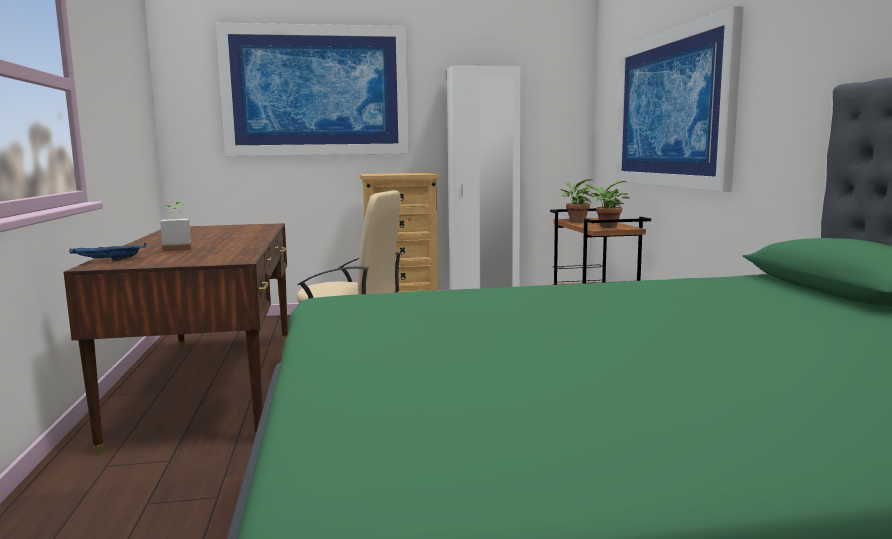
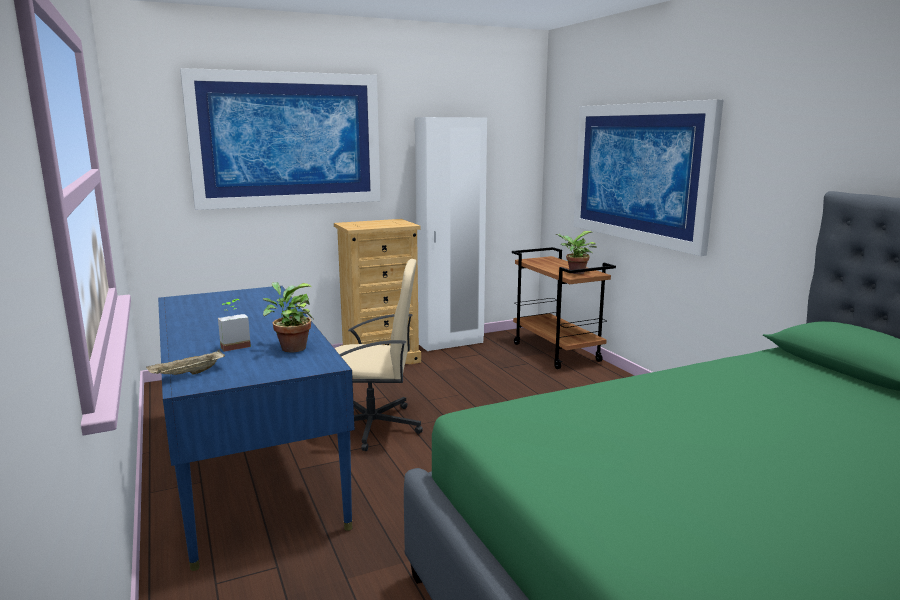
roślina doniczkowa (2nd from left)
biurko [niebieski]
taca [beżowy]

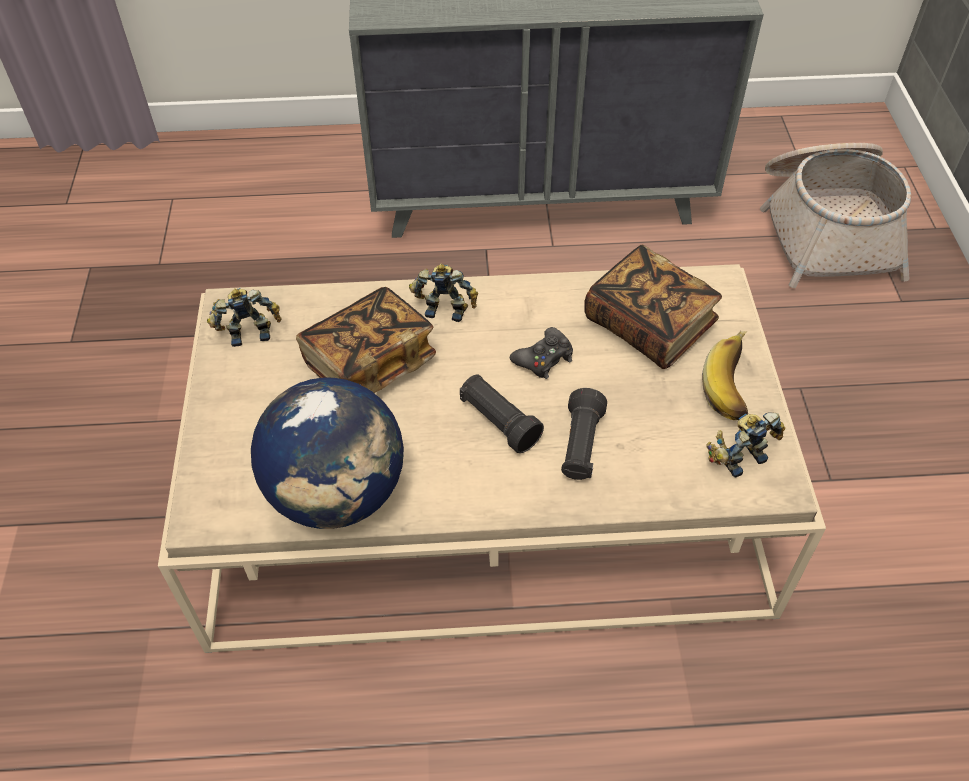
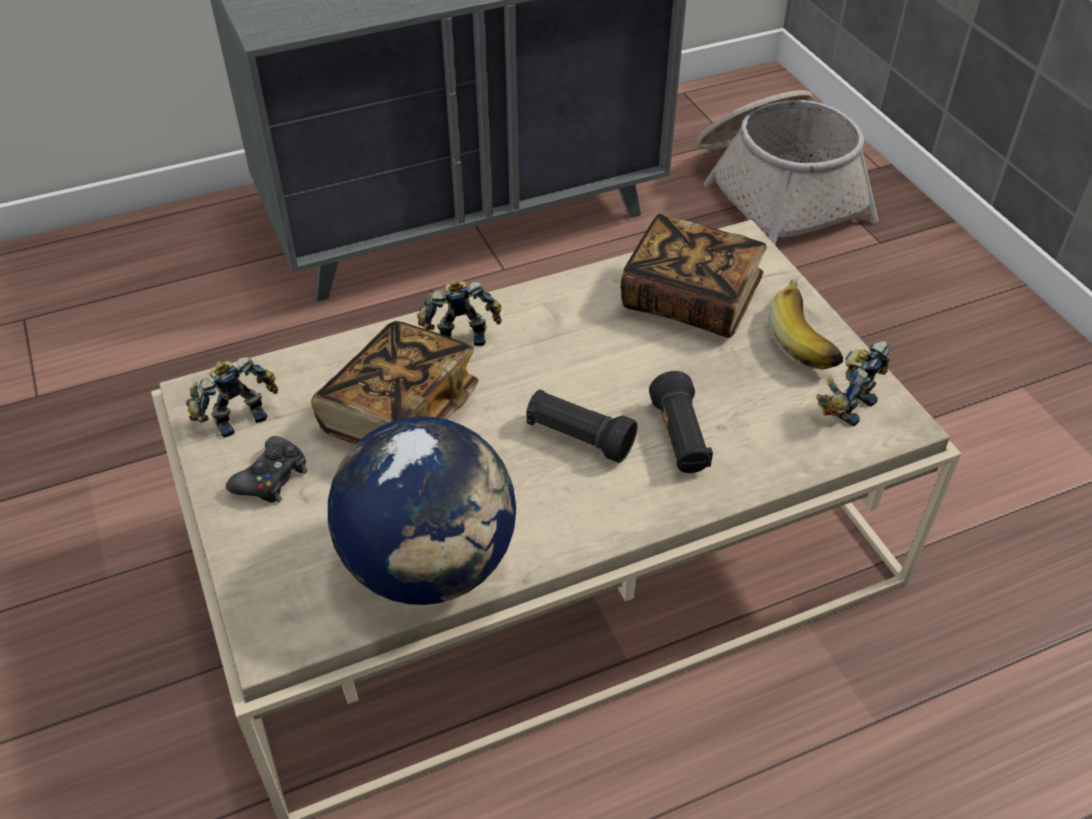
pad do gier [czarny]

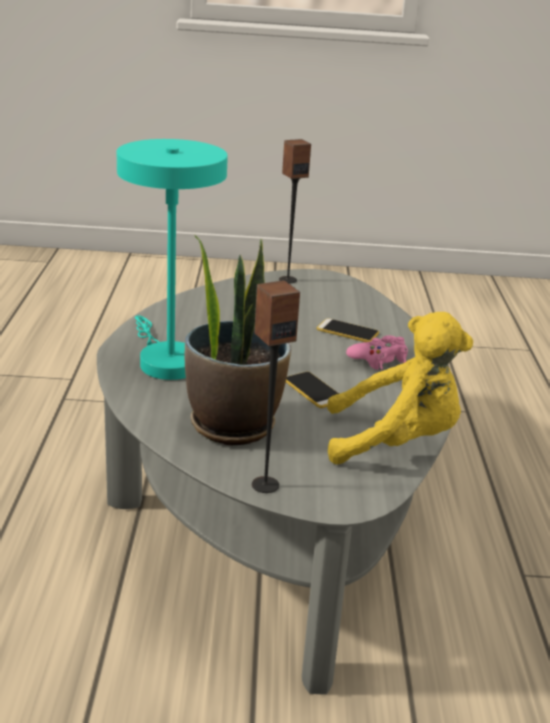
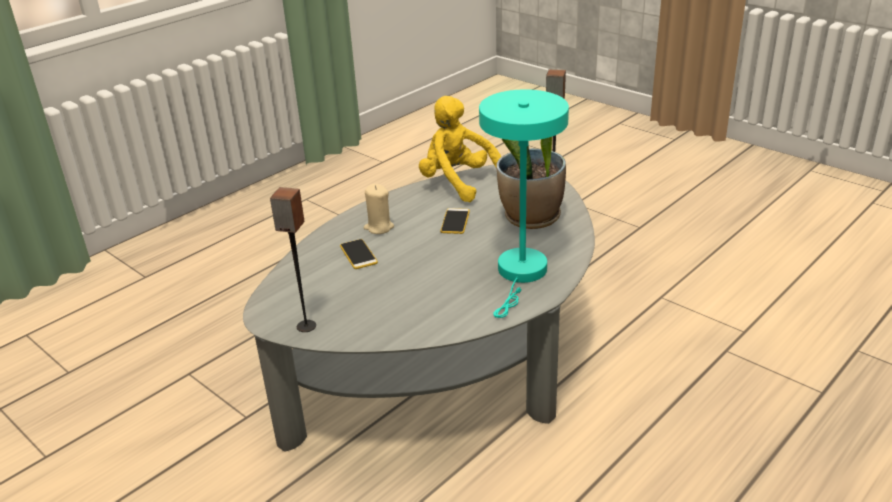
świeca [beżowy]

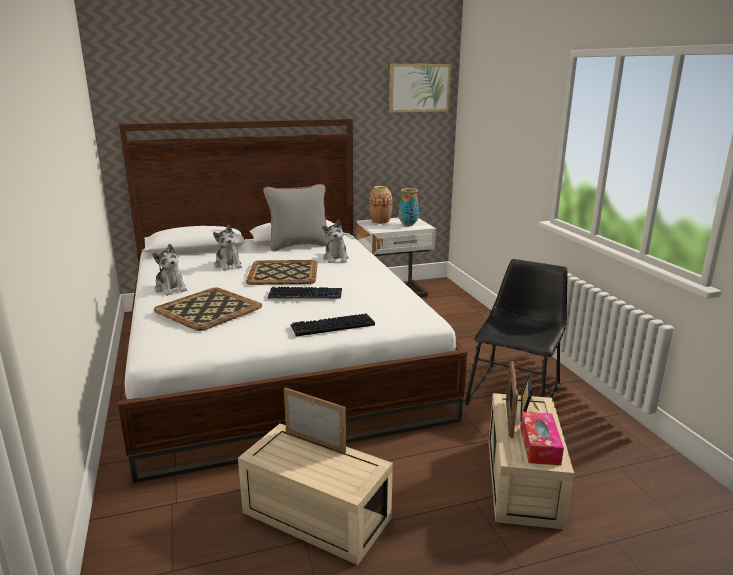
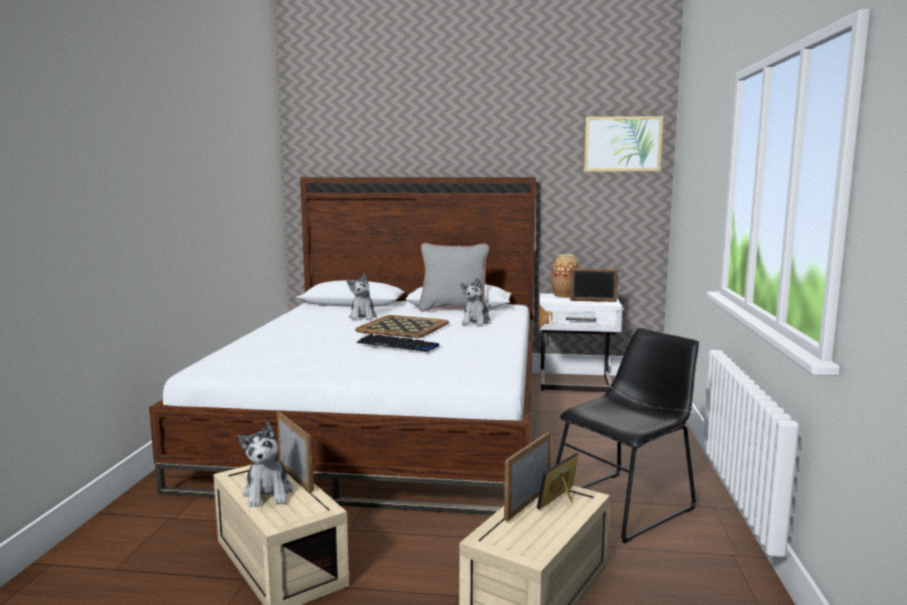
ramka na zdjęcie (4th from left)
pluszak (1st from left)
taca (1st from left in the first image)
klawiatura (2nd from left in the first image)
pudełko chusteczek

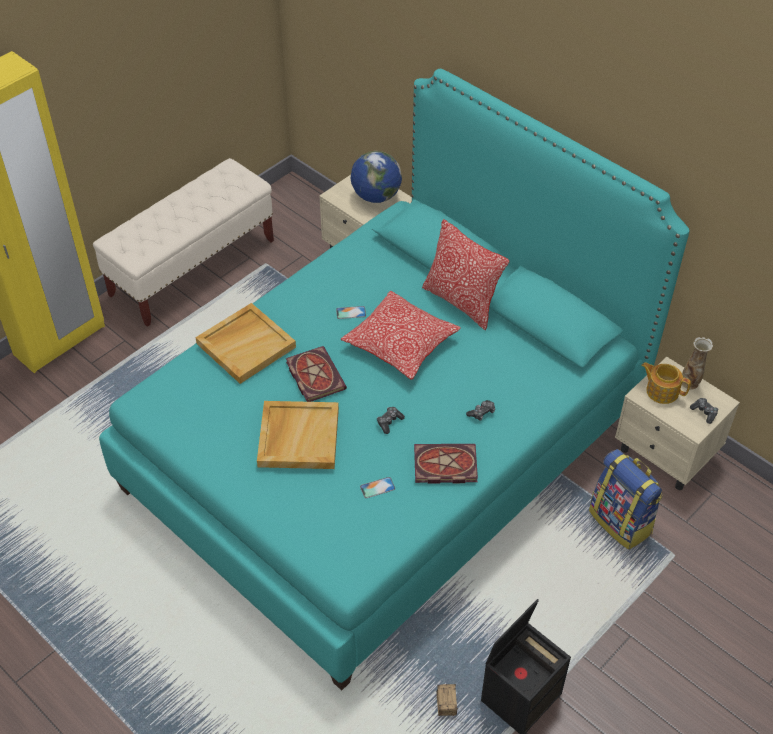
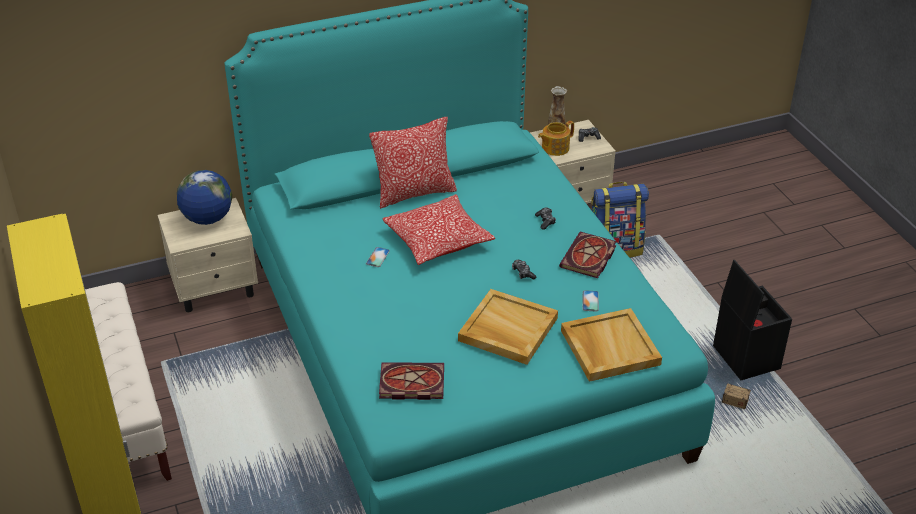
taca [beżowy] (2nd from left)
książka (1st from left)

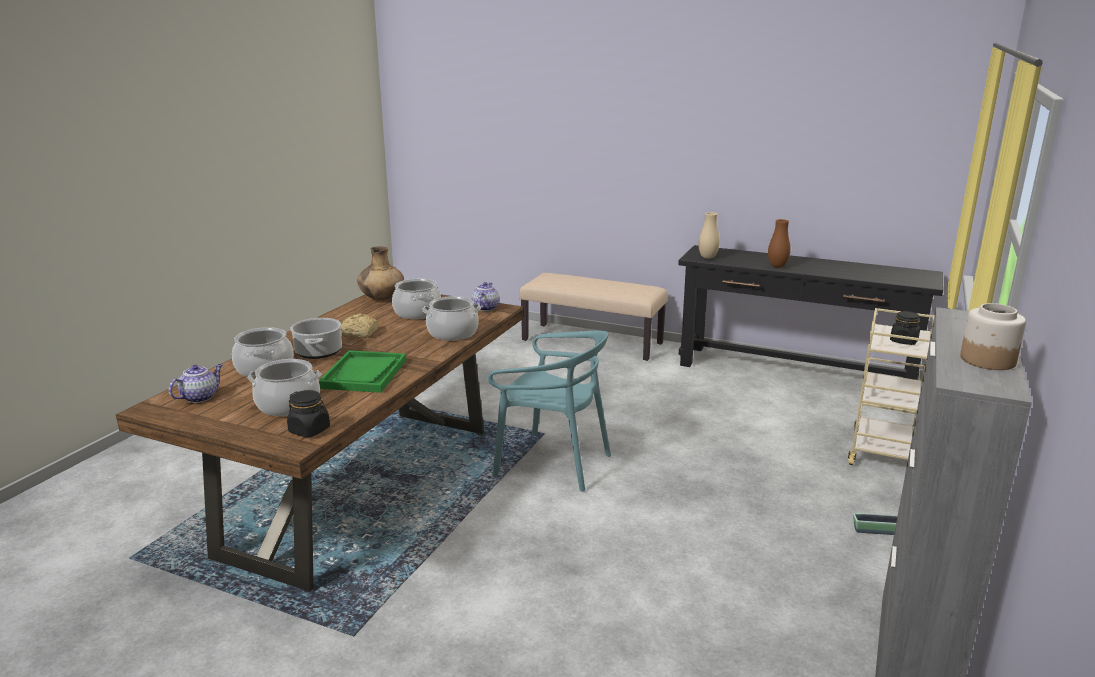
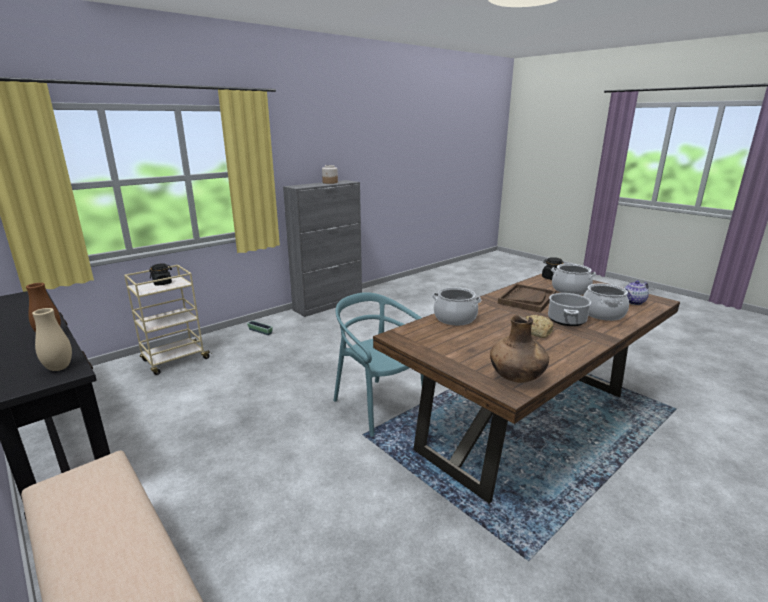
garnek (4th from left in the first image)
imbryk (2nd from left in the first image)
taca [brązowy]

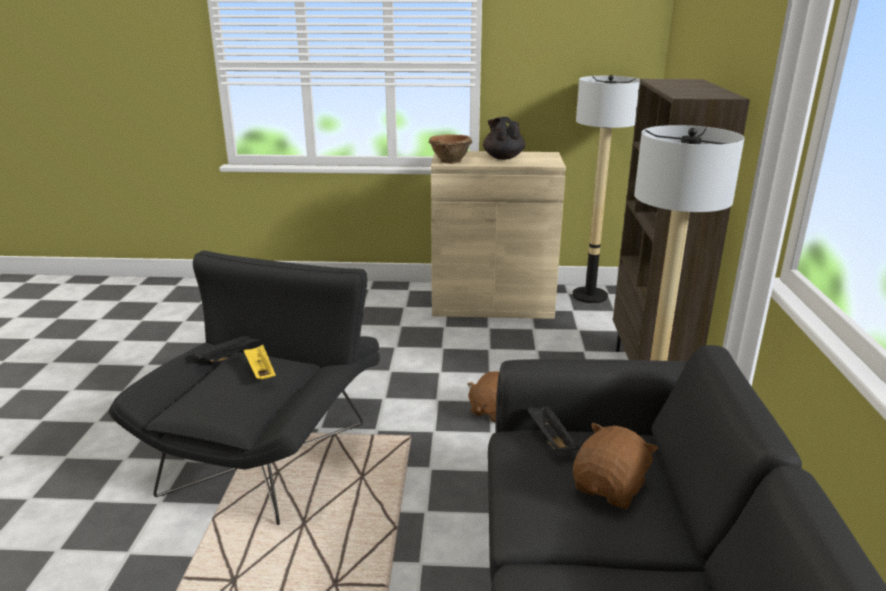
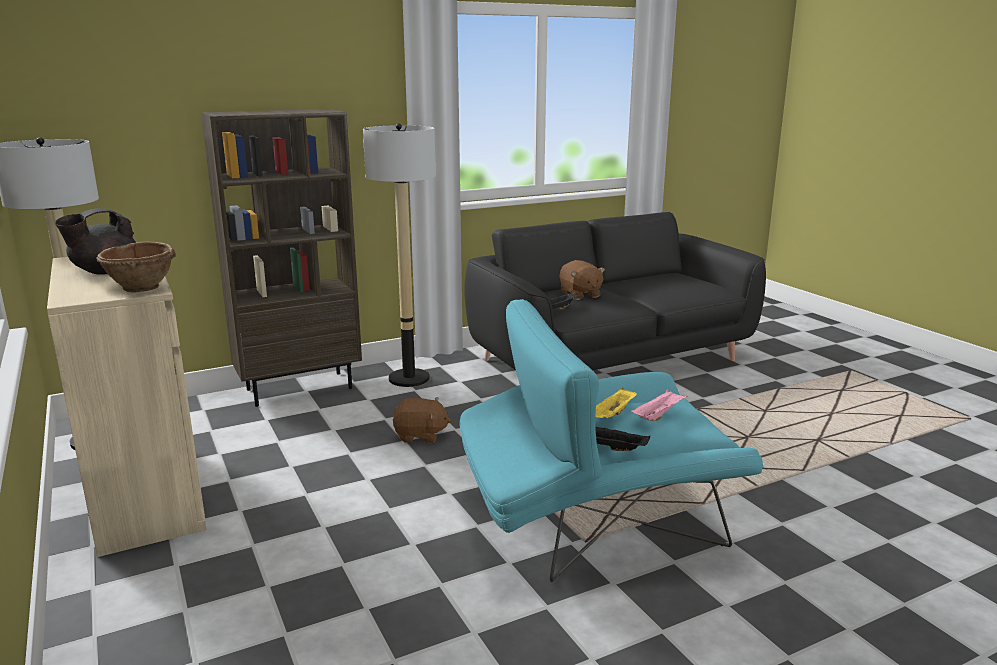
fotel [turkusowy]
pluszak [brązowy] (2nd from left)
taca [różowy]

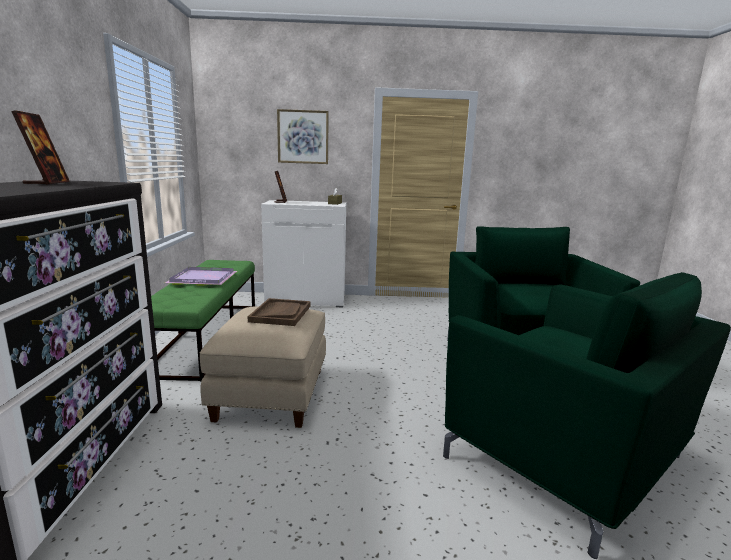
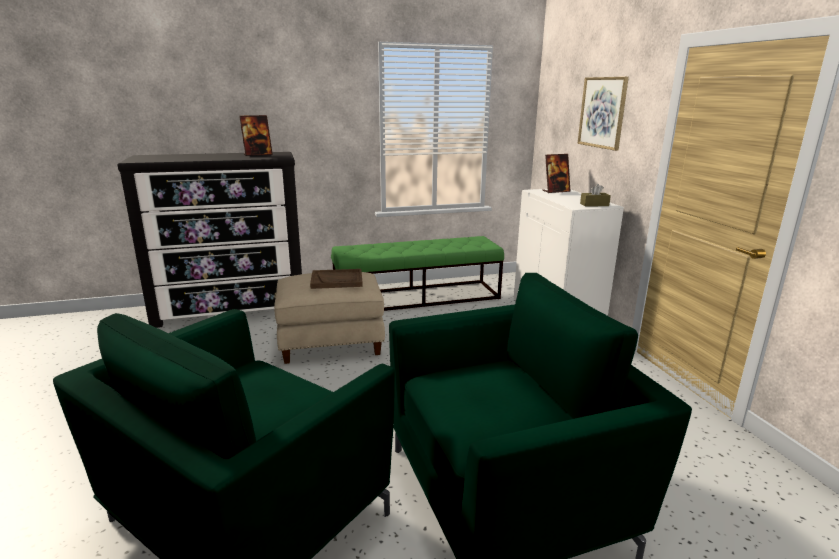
taca [fioletowy]

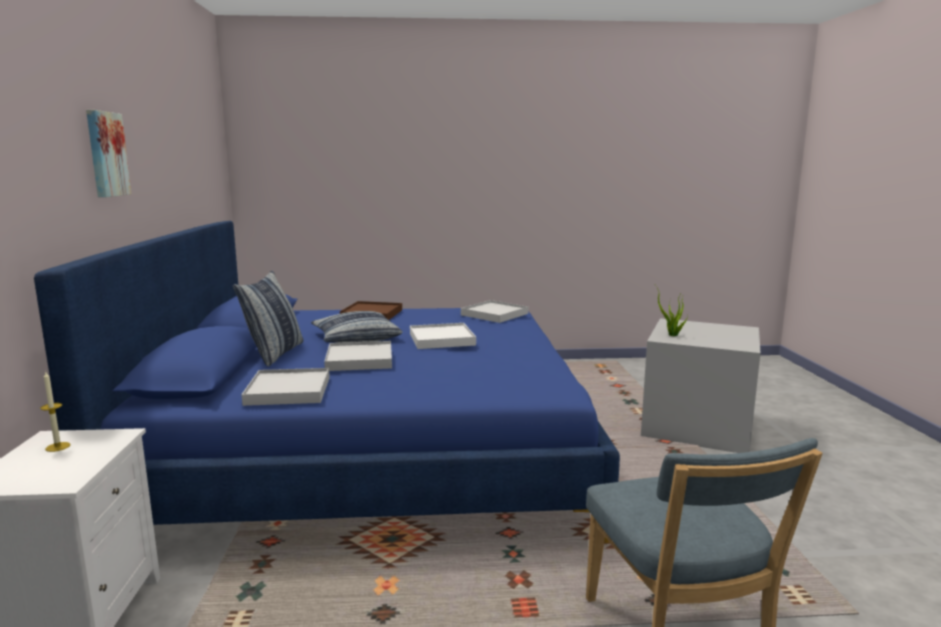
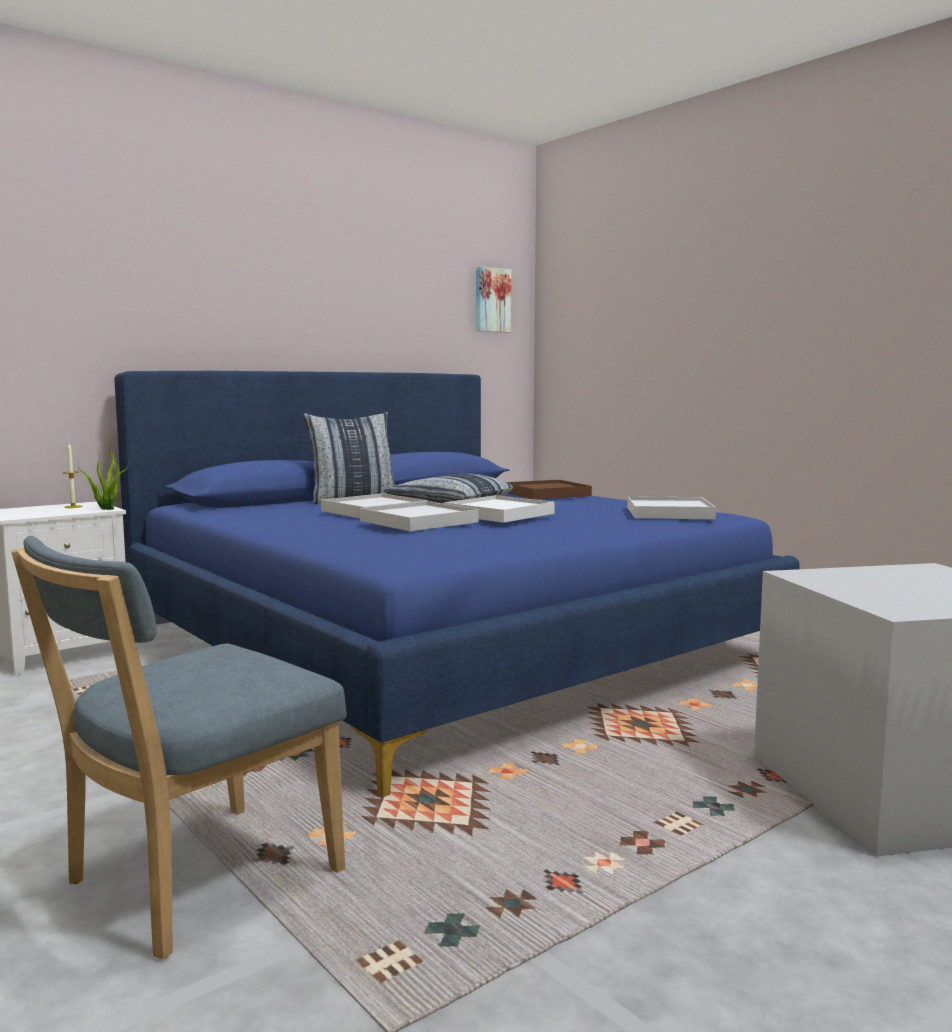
obraz
roślina doniczkowa
taca [biały] (2nd from left)

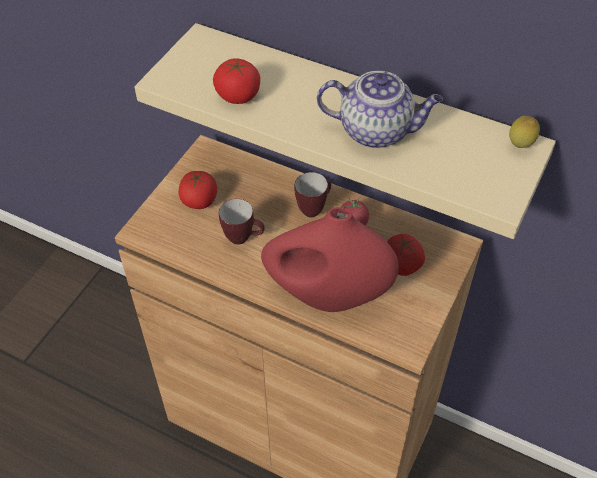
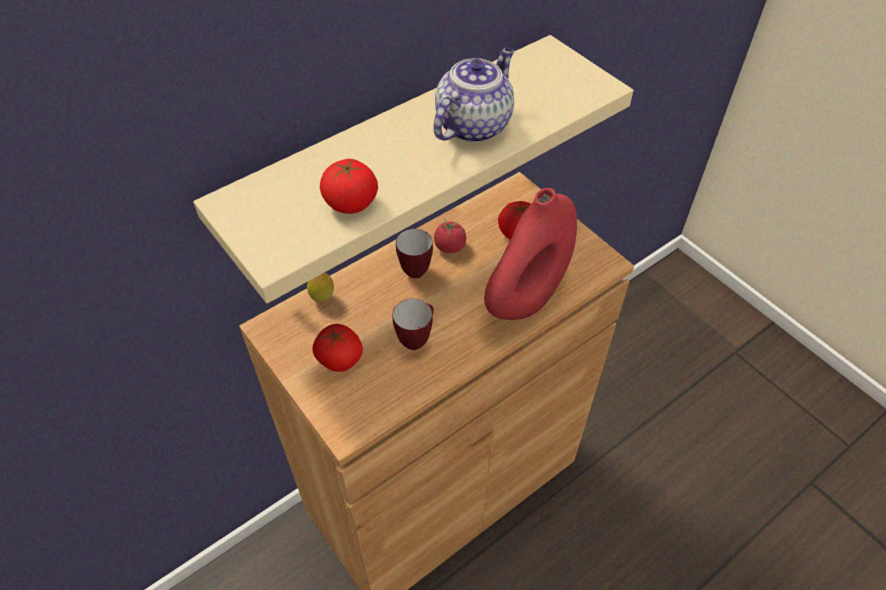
cytryna

